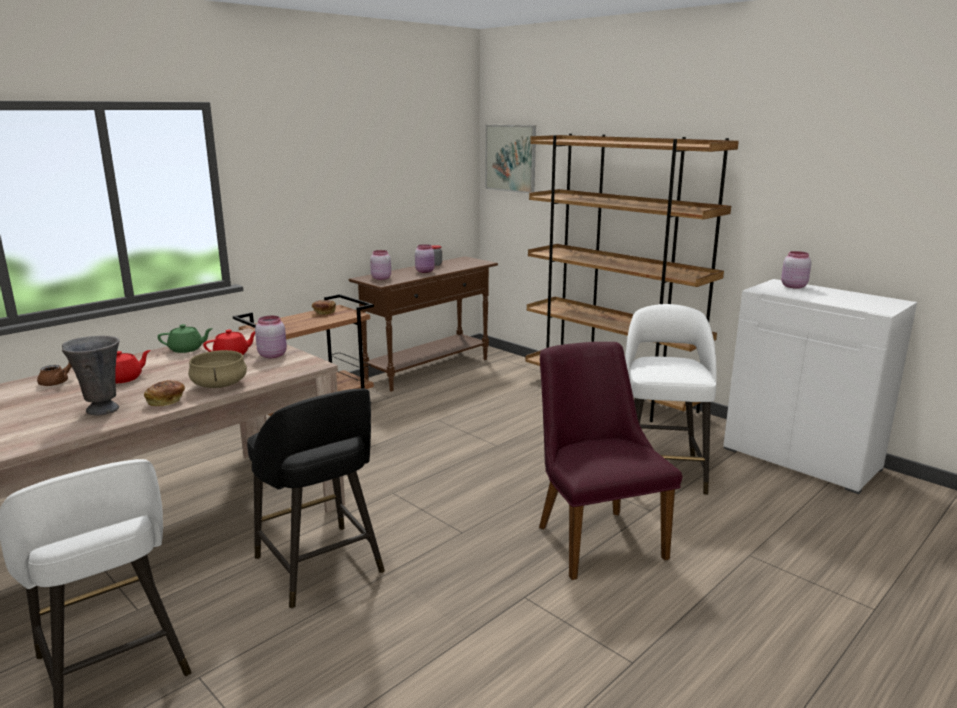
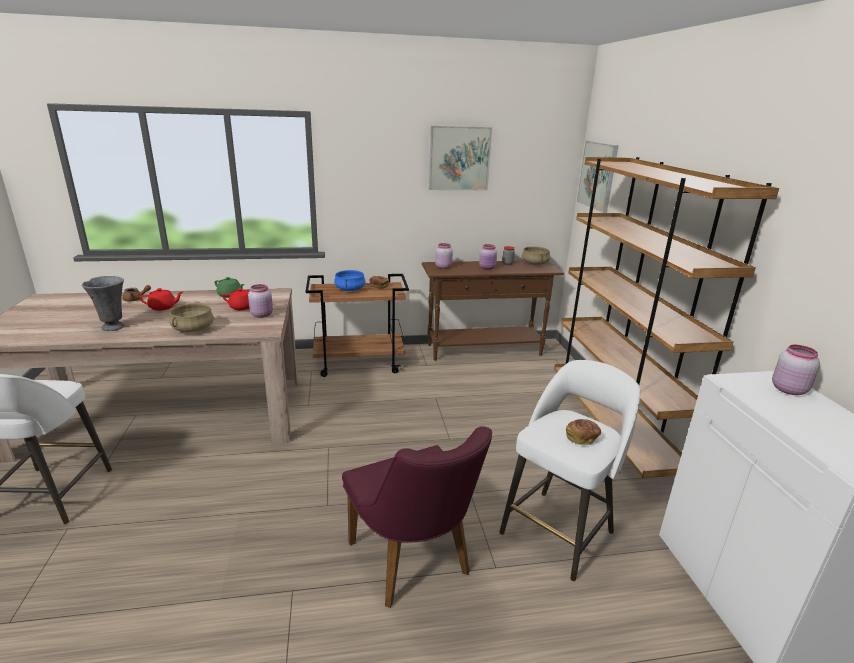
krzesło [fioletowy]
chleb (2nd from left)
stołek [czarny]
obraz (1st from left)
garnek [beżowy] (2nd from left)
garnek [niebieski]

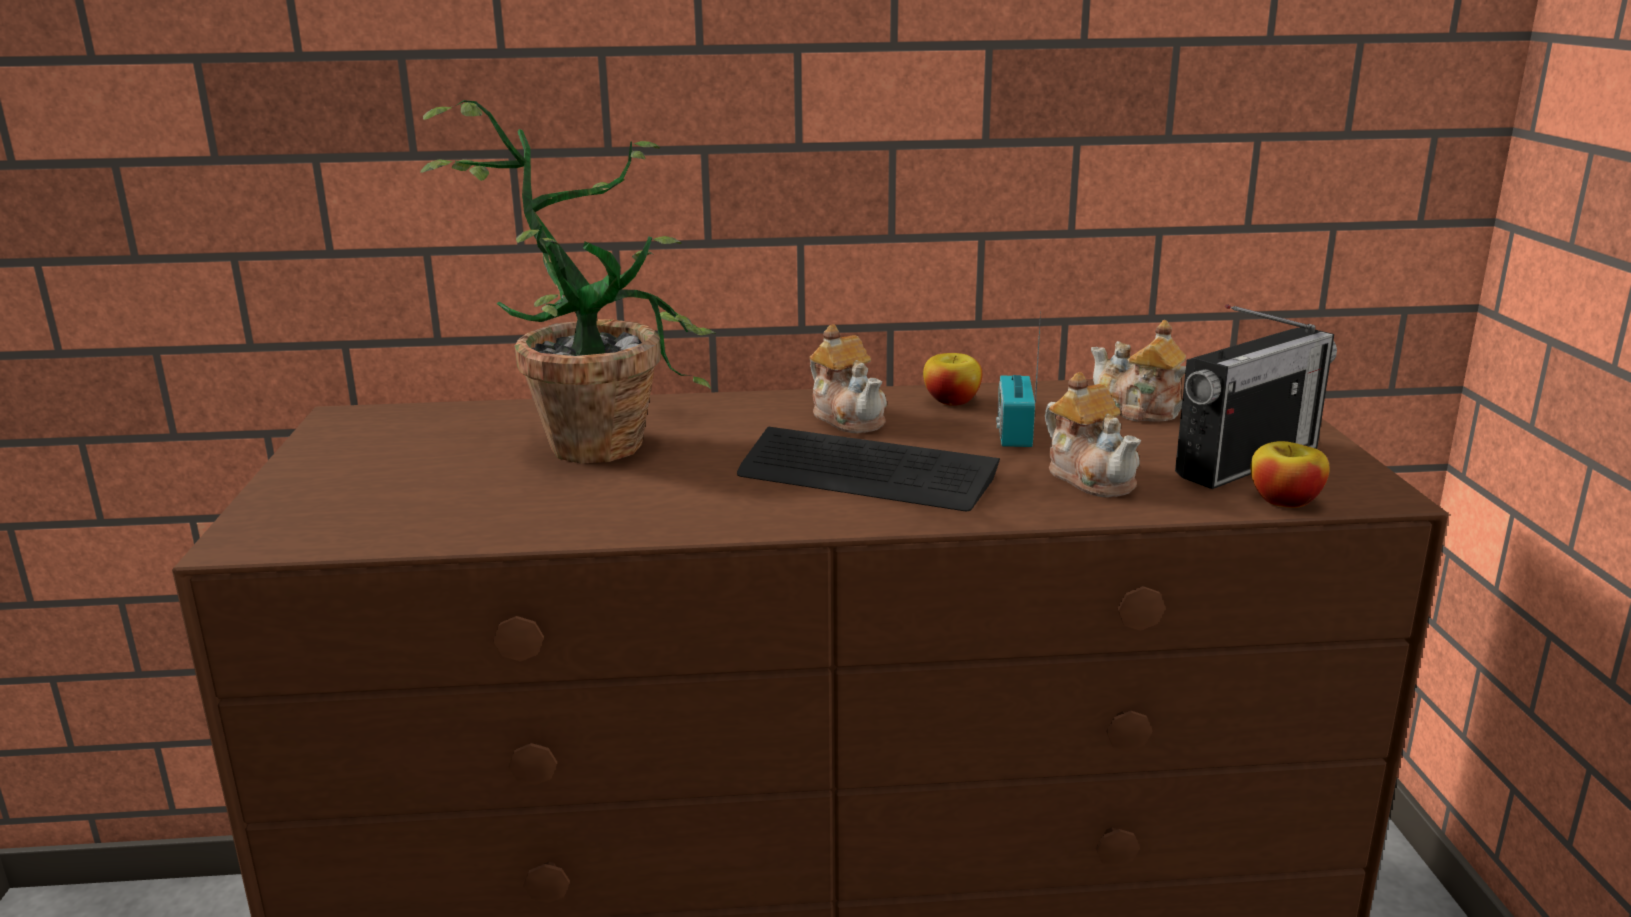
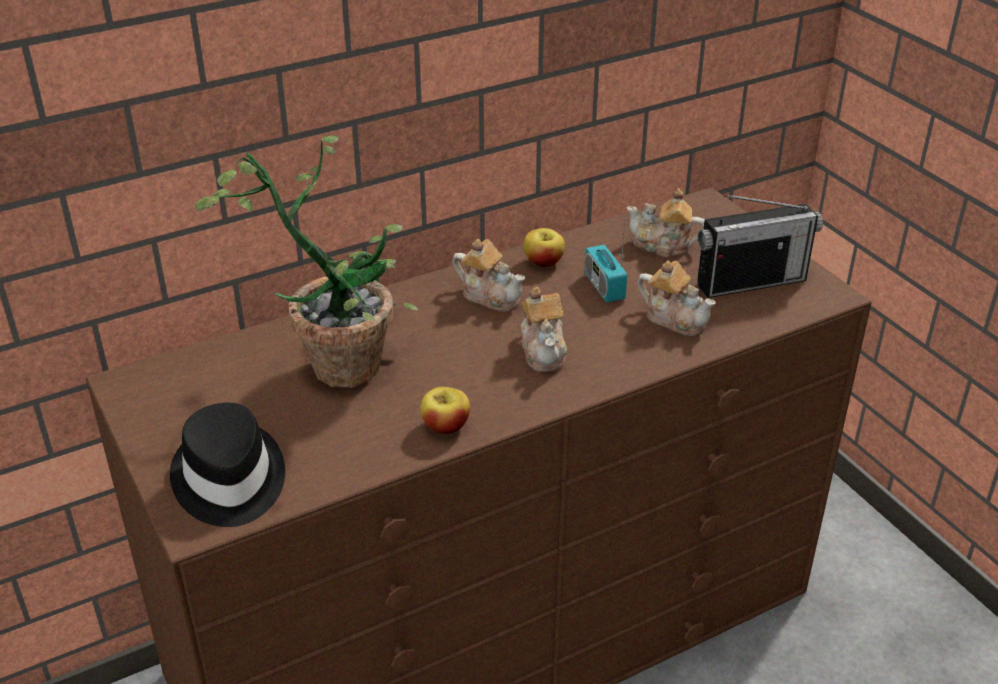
radio (2nd from left)
imbryk (2nd from left)
jabłko (1st from left)
kapelusz [czarny]

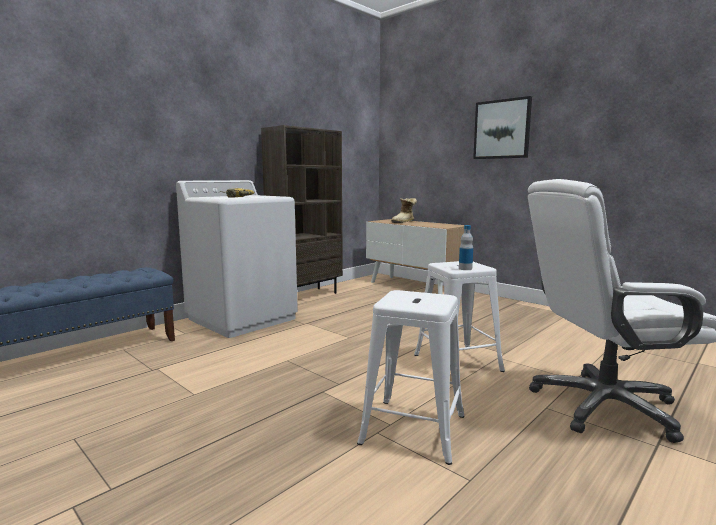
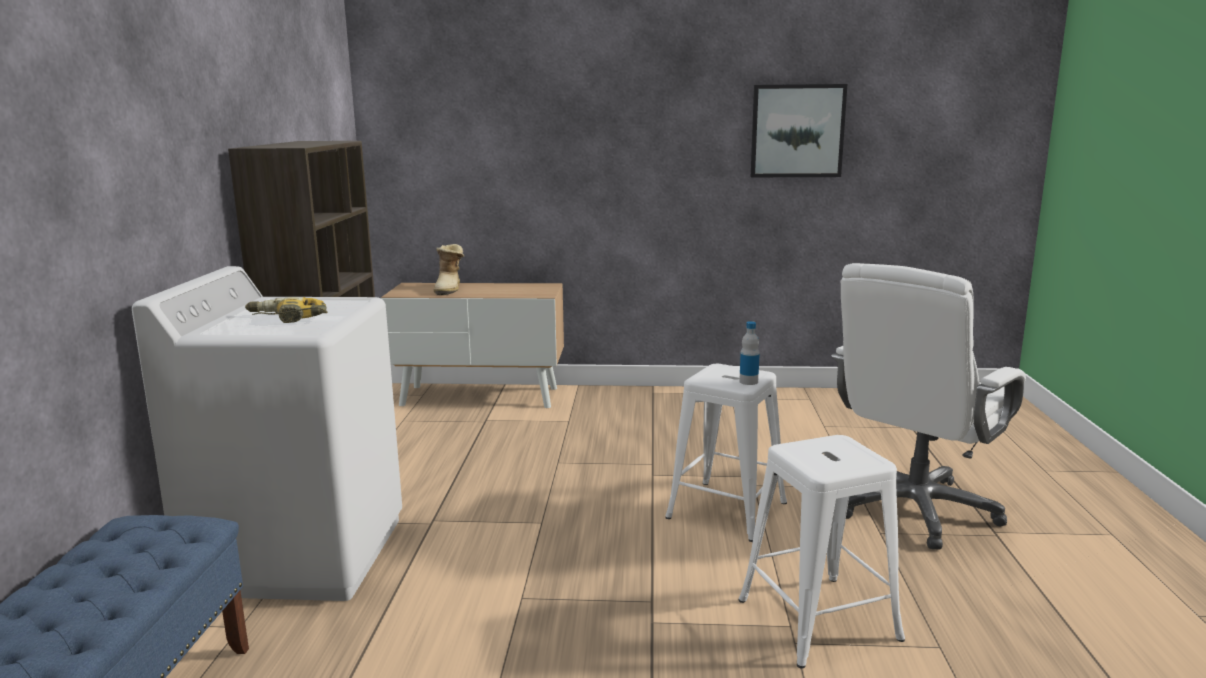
obraz

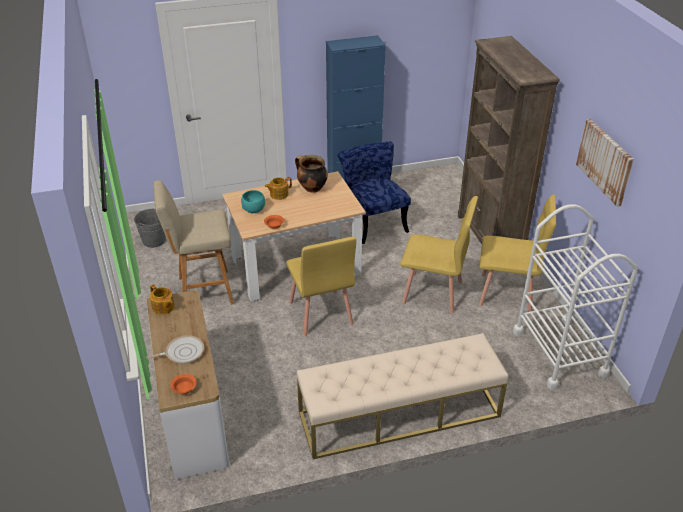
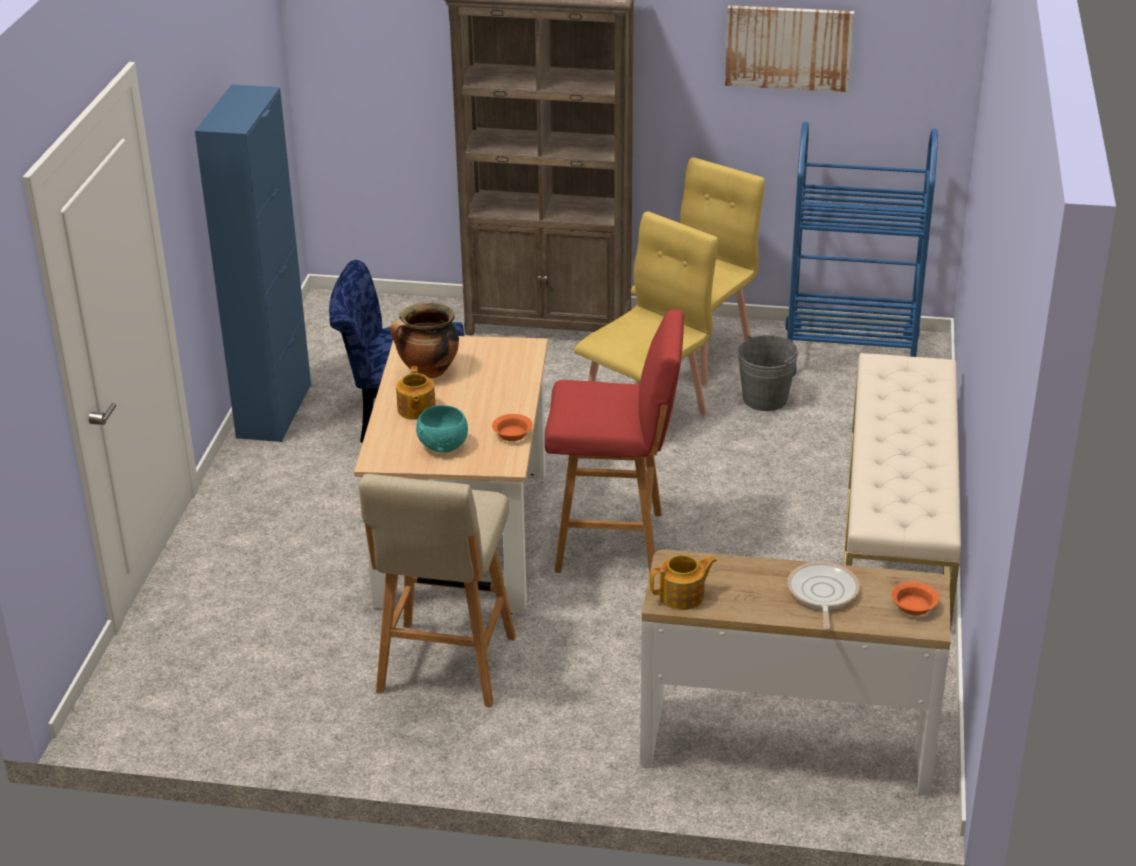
wózek [niebieski]
wiadro [szary]
stołek [czerwony]

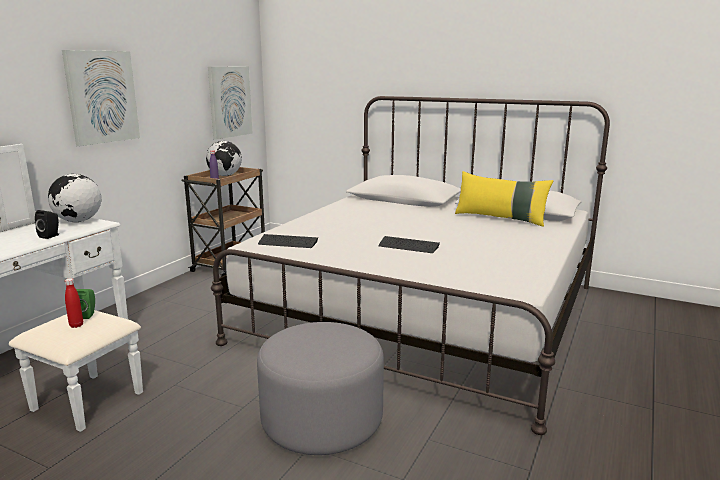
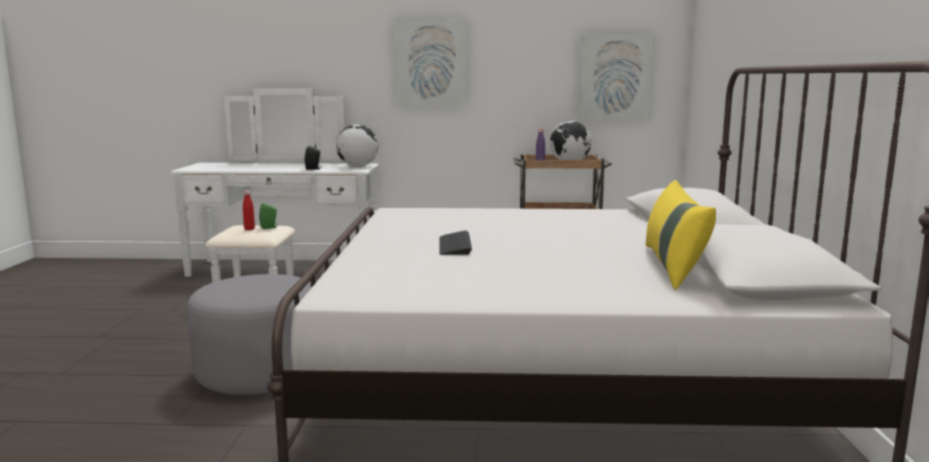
klawiatura (1st from left in the first image)

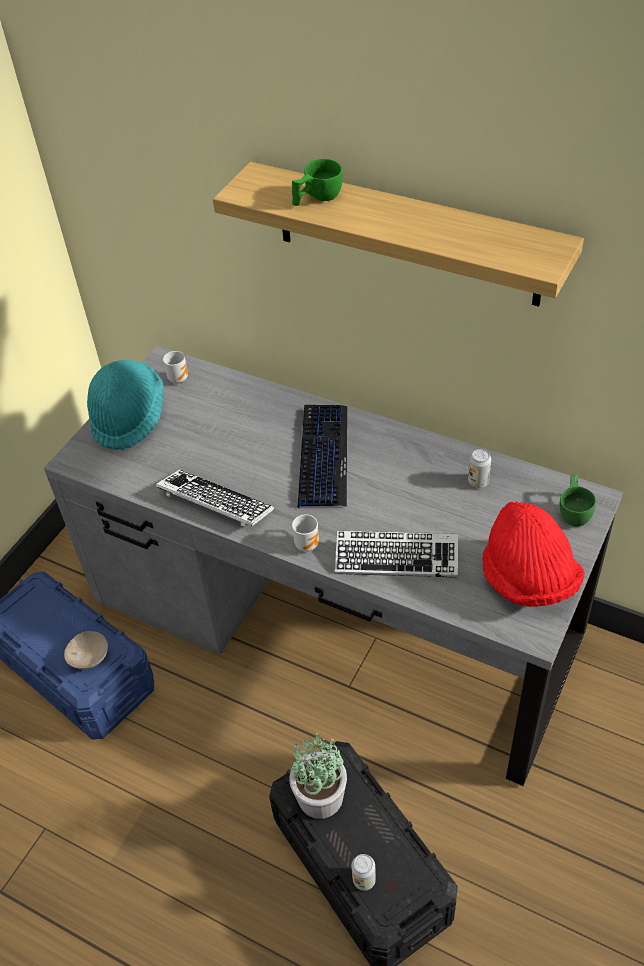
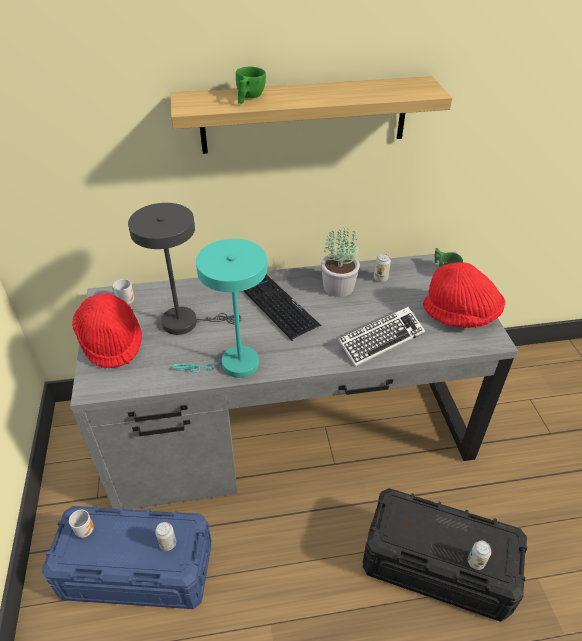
kapelusz [czerwony] (1st from left)
lampa stołowa [turkusowy]
kubek (1st from left)
puszka (1st from left)
roślina doniczkowa
lampa stołowa [szary]

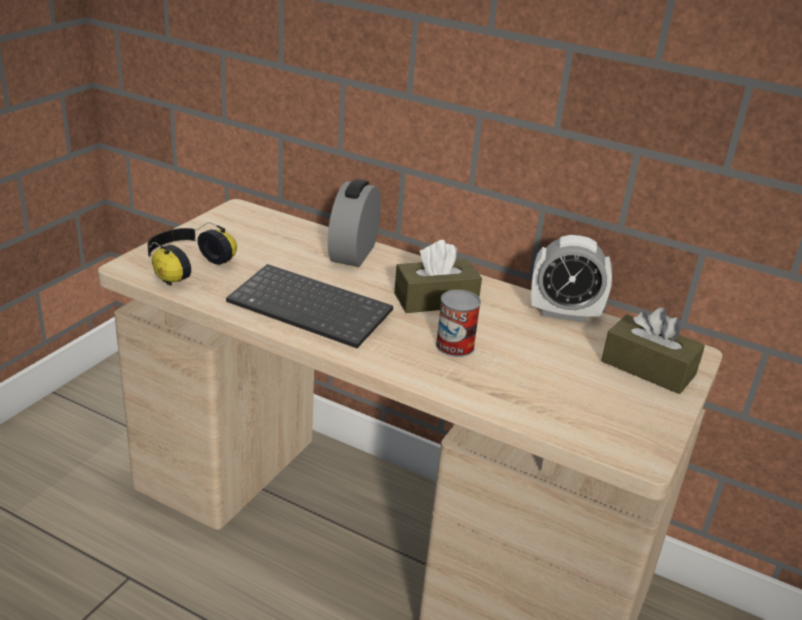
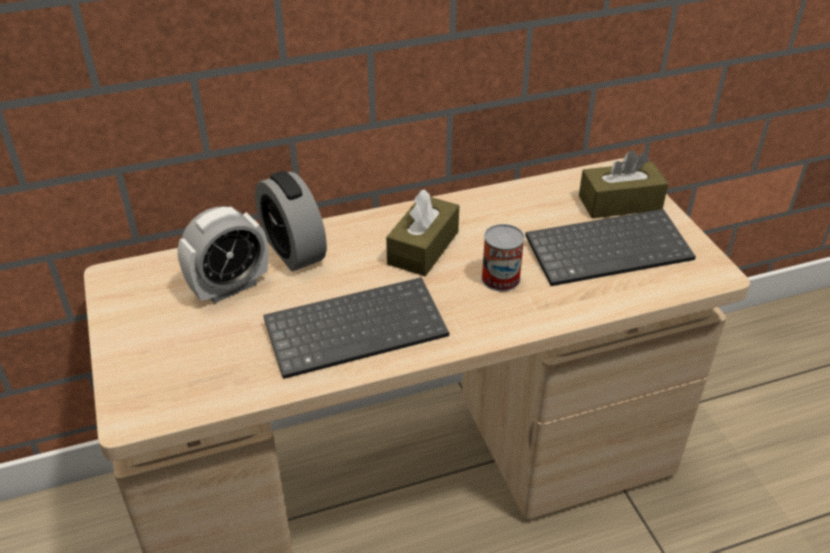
słuchawki
budzik (1st from left)
klawiatura (2nd from left)

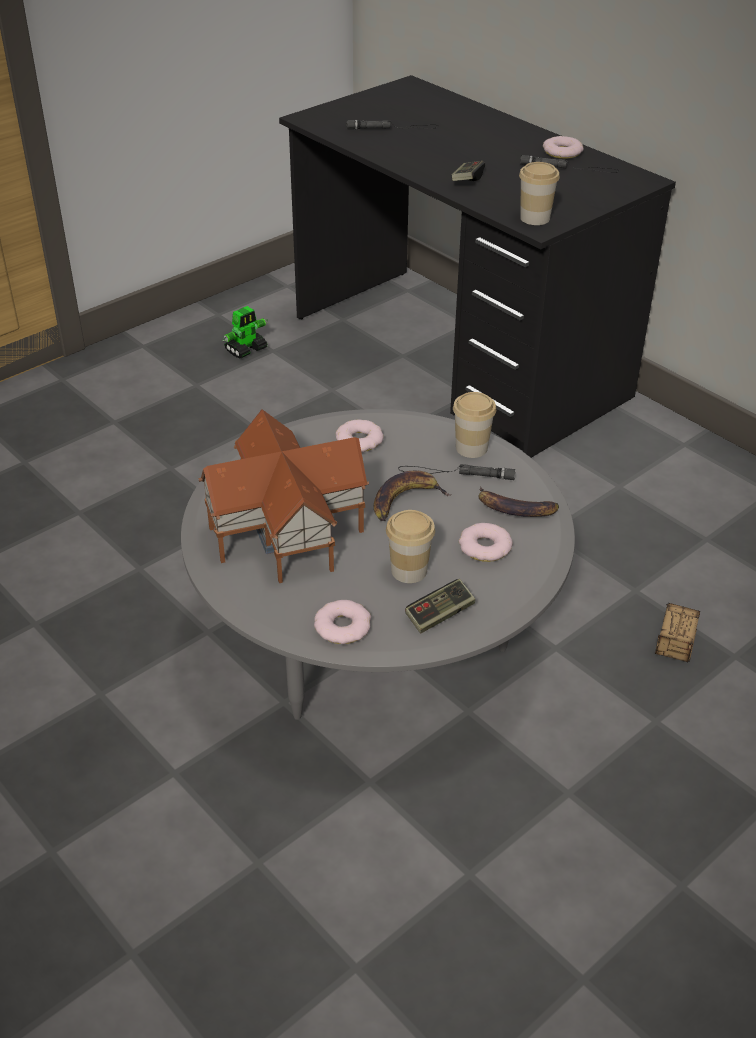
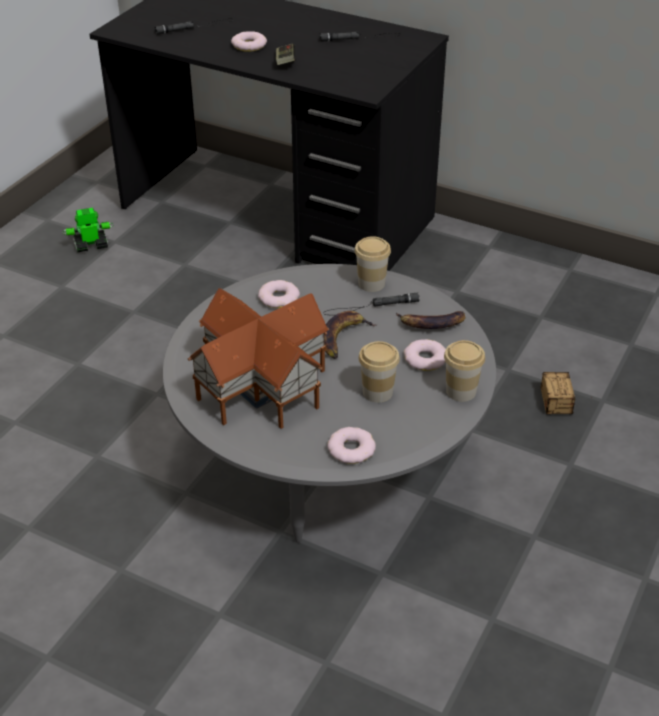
donut (1st from left)
filiżanka (3rd from left)
robot zabawkowy
pad do gier (1st from left in the first image)

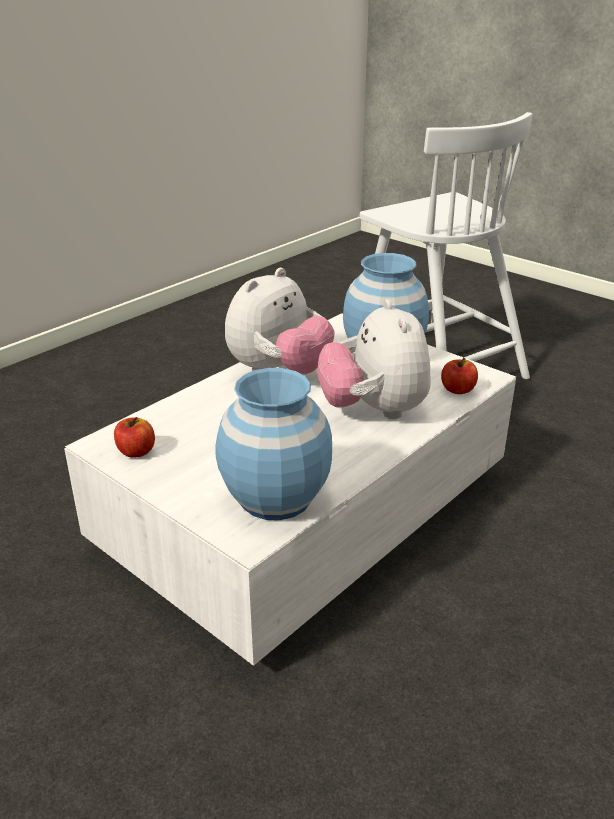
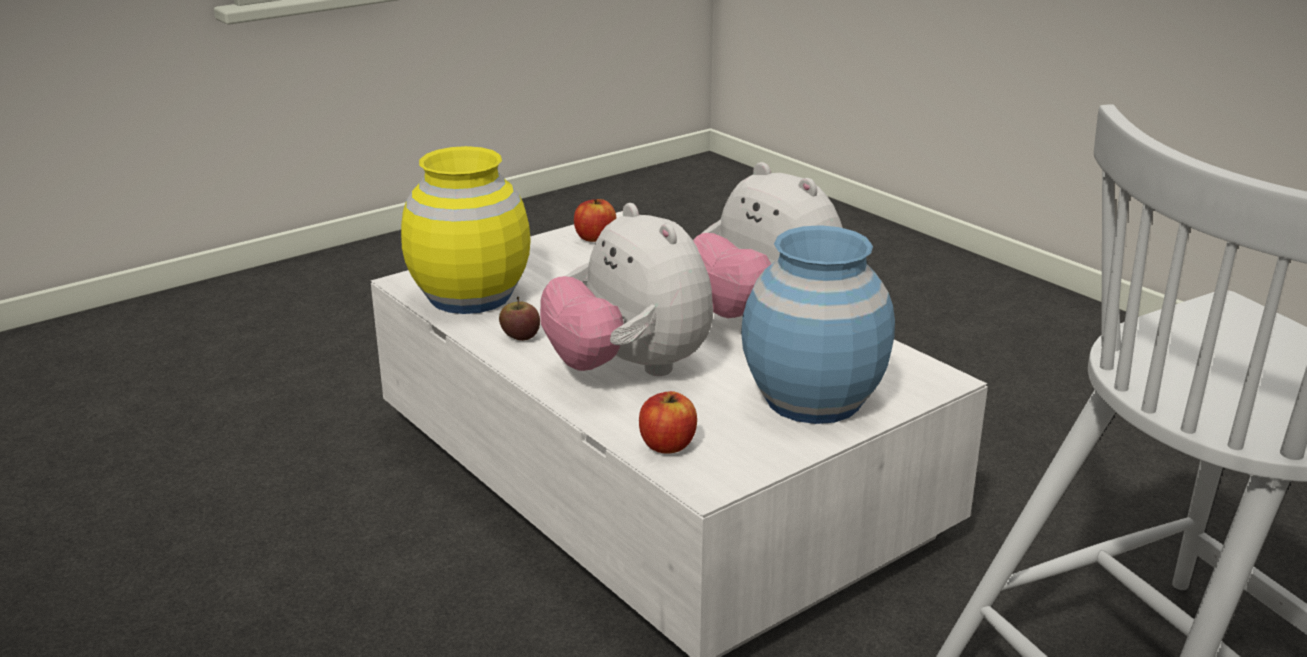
pluszak (1st from left)
wazon [żółty]
jabłko (1st from left)

